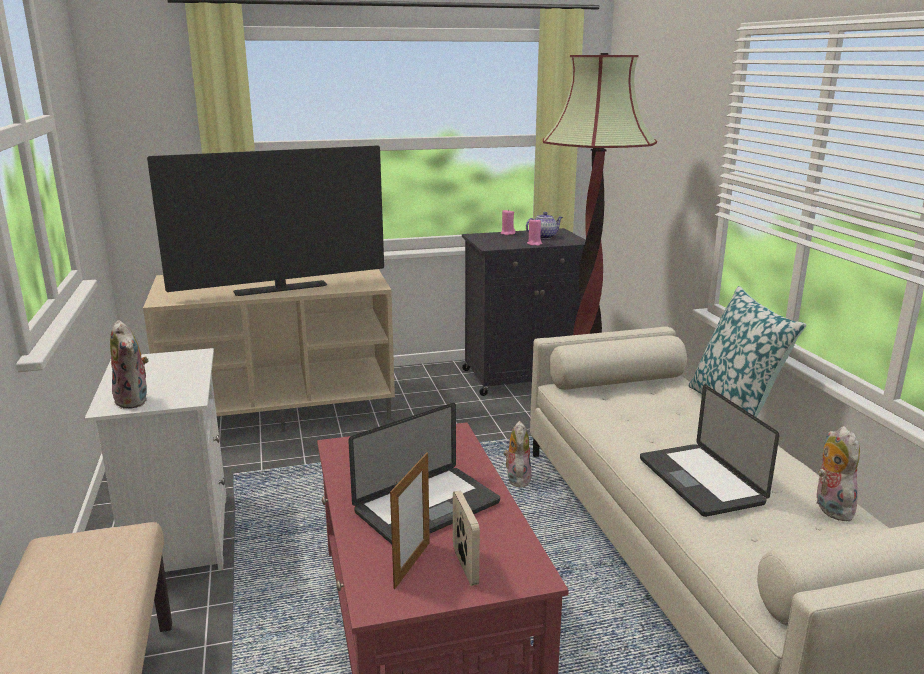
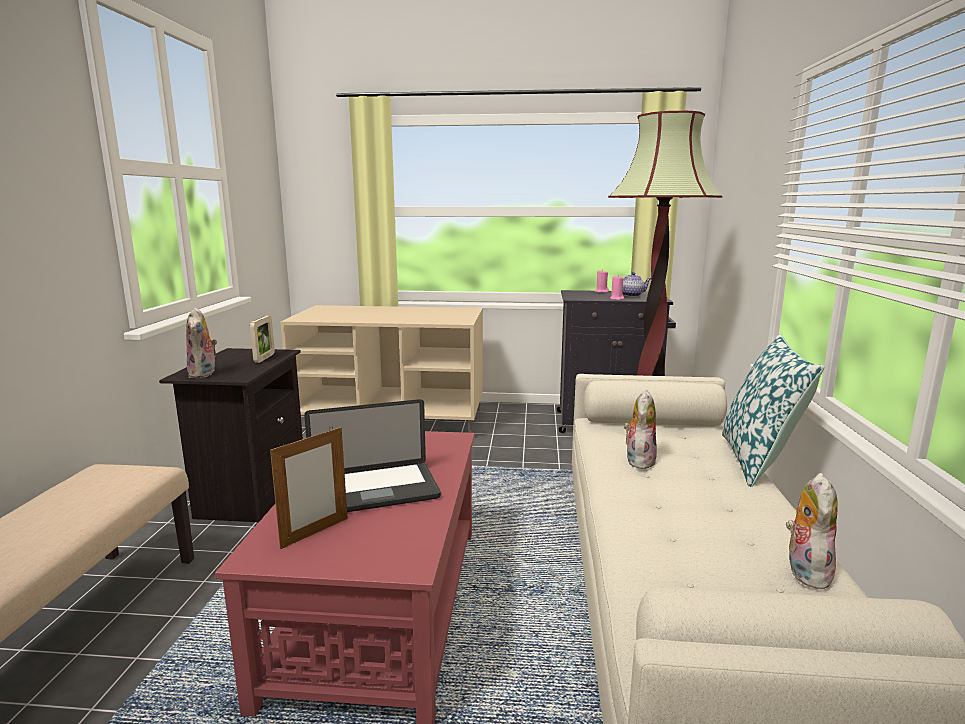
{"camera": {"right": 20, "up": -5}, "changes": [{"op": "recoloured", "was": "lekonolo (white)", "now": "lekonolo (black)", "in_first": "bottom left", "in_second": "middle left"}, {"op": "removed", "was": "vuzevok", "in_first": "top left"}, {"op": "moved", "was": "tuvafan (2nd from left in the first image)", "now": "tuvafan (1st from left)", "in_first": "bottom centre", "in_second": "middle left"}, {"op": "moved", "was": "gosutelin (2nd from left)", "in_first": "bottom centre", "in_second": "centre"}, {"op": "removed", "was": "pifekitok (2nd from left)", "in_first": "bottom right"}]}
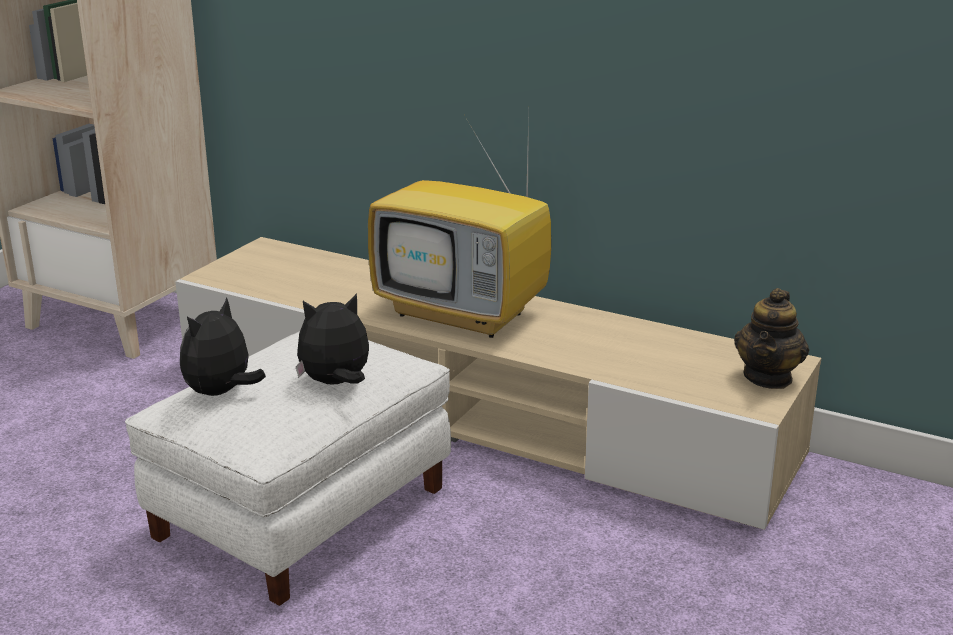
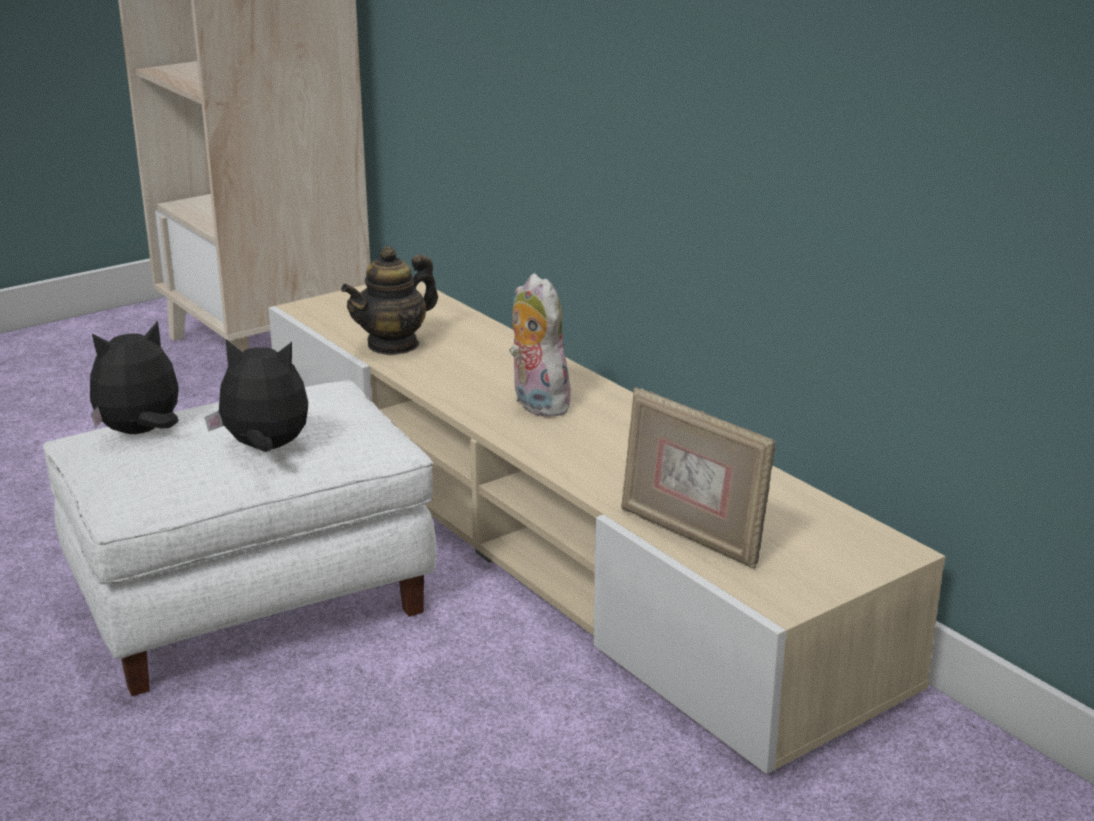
{"camera": {"right": 25, "up": 0}, "changes": [{"op": "replaced", "was": "vuzevok", "now": "gosutelin (3rd from left)", "in_first": "centre", "in_second": "centre"}, {"op": "moved", "was": "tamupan", "in_first": "middle right", "in_second": "centre"}, {"op": "added", "now": "tuvafan", "in_second": "centre"}]}
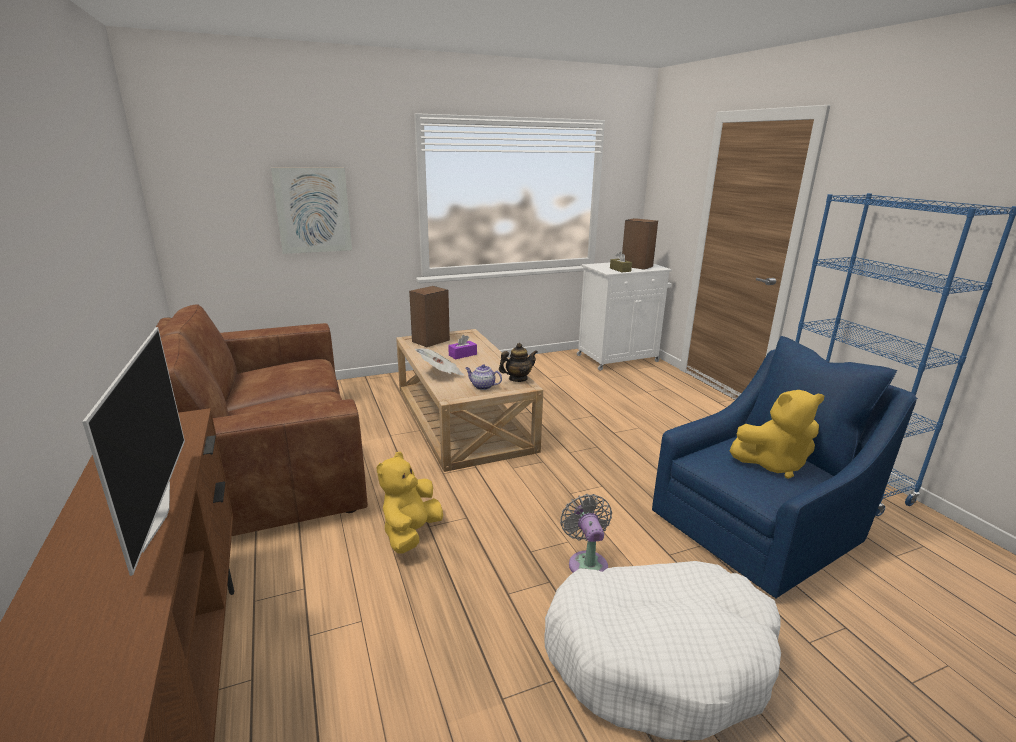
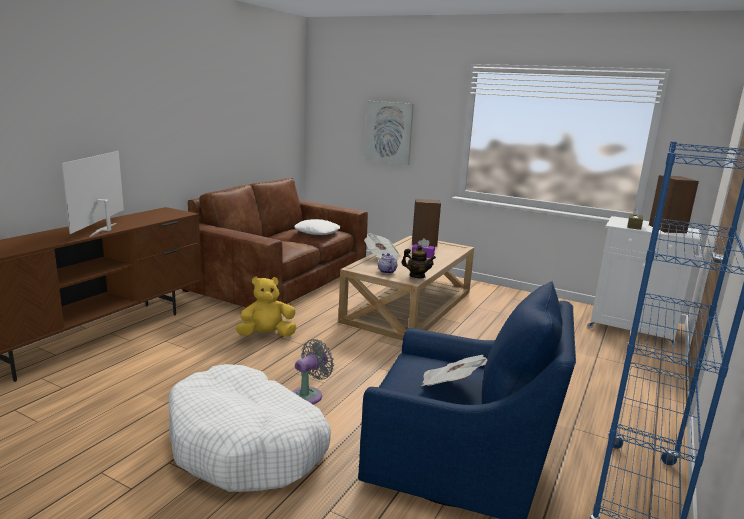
{"camera": {"right": 50, "up": -5}, "changes": [{"op": "turned", "was": "vuzevok", "in_first": "middle left", "in_second": "middle left", "clockwise": 150}, {"op": "replaced", "was": "gosutelin (yellow) (2nd from left)", "now": "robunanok (2nd from left)", "in_first": "middle right", "in_second": "bottom centre"}, {"op": "added", "now": "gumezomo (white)", "in_second": "centre"}]}
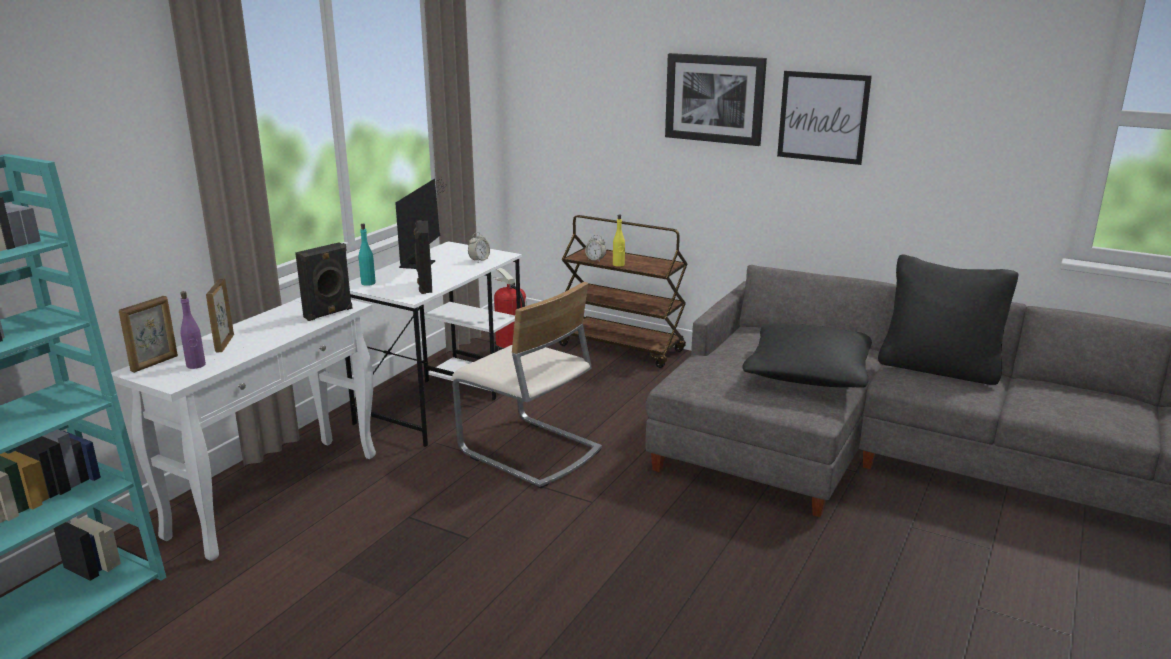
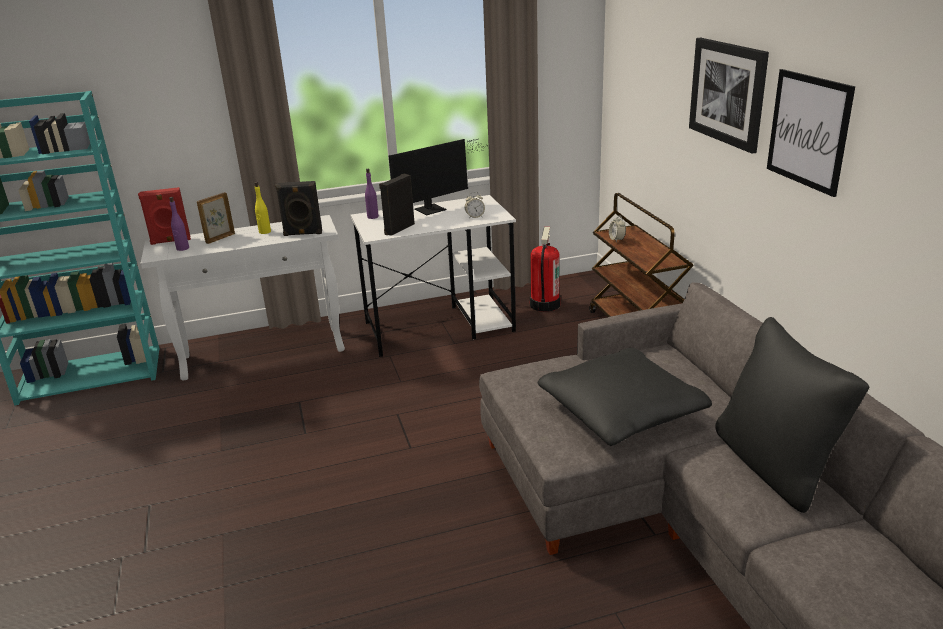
{"camera": {"right": 45, "up": 5}, "changes": [{"op": "replaced", "was": "tuvafan (1st from left)", "now": "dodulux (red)", "in_first": "middle left", "in_second": "middle left"}, {"op": "recoloured", "was": "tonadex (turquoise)", "now": "tonadex (purple) (2nd from left)", "in_first": "middle left", "in_second": "top centre"}, {"op": "removed", "was": "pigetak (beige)", "in_first": "centre"}, {"op": "moved", "was": "tonadex (yellow)", "in_first": "centre", "in_second": "top left"}]}
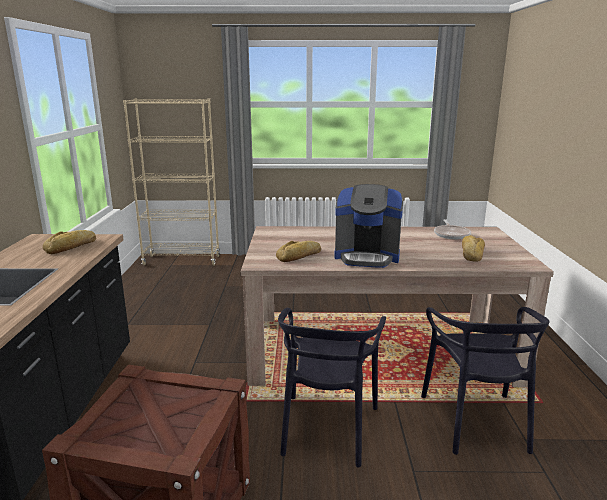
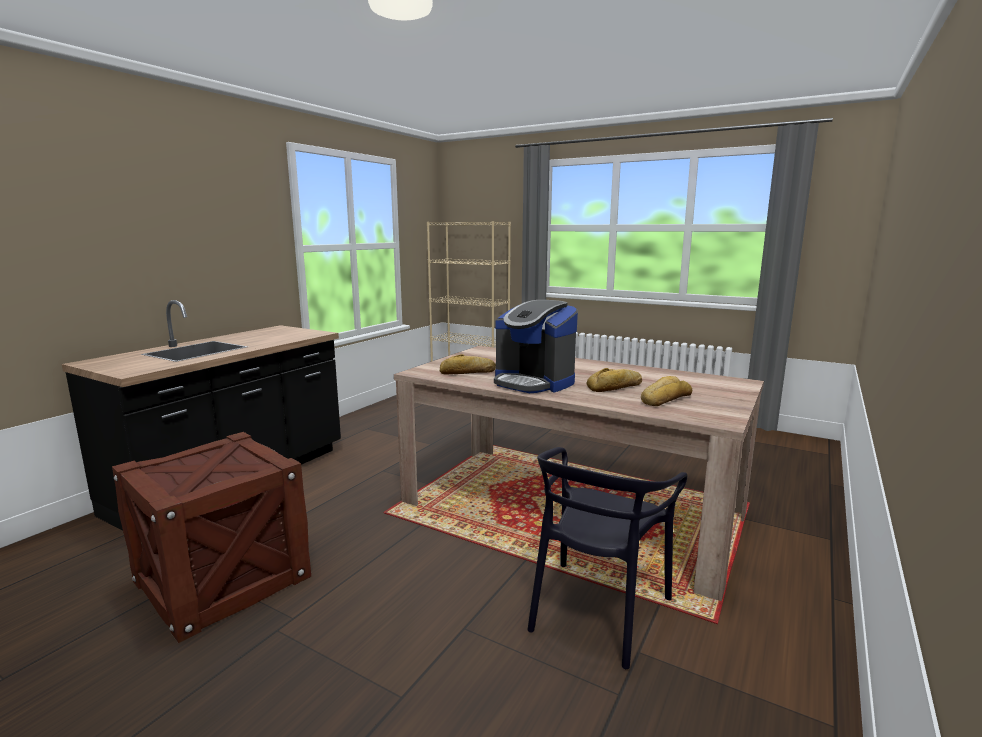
{"camera": {"right": 30, "up": -5}, "changes": [{"op": "moved", "was": "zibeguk (1st from left in the first image)", "now": "zibeguk (2nd from left)", "in_first": "middle left", "in_second": "centre"}, {"op": "removed", "was": "pigetak (black) (1st from left)", "in_first": "bottom centre"}, {"op": "removed", "was": "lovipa", "in_first": "middle right"}]}
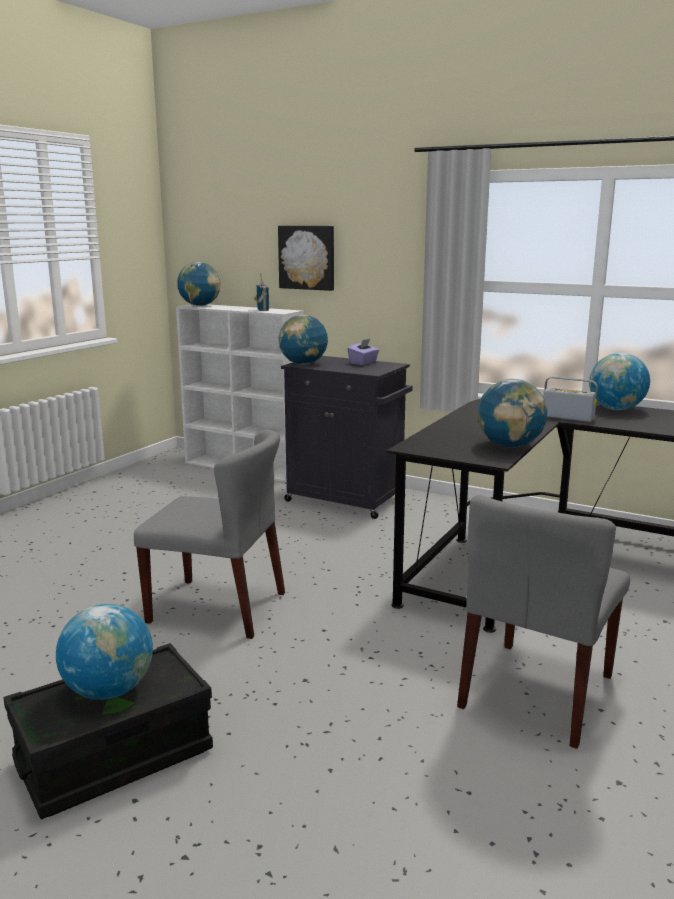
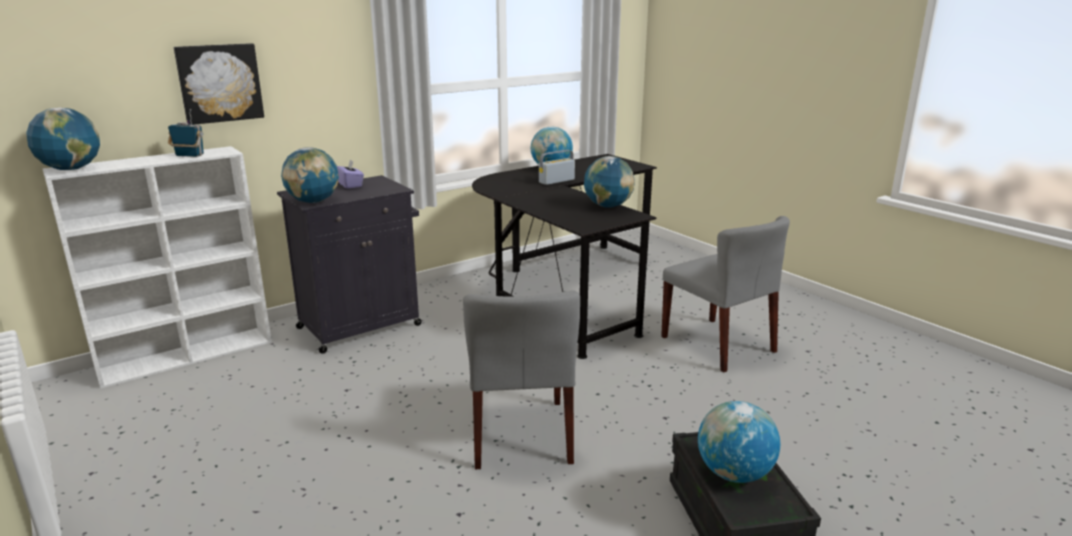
{"camera": {"right": -65, "up": 5}, "changes": [{"op": "turned", "was": "pigetak (grey) (1st from left)", "in_first": "middle left", "in_second": "bottom centre", "clockwise": 135}]}
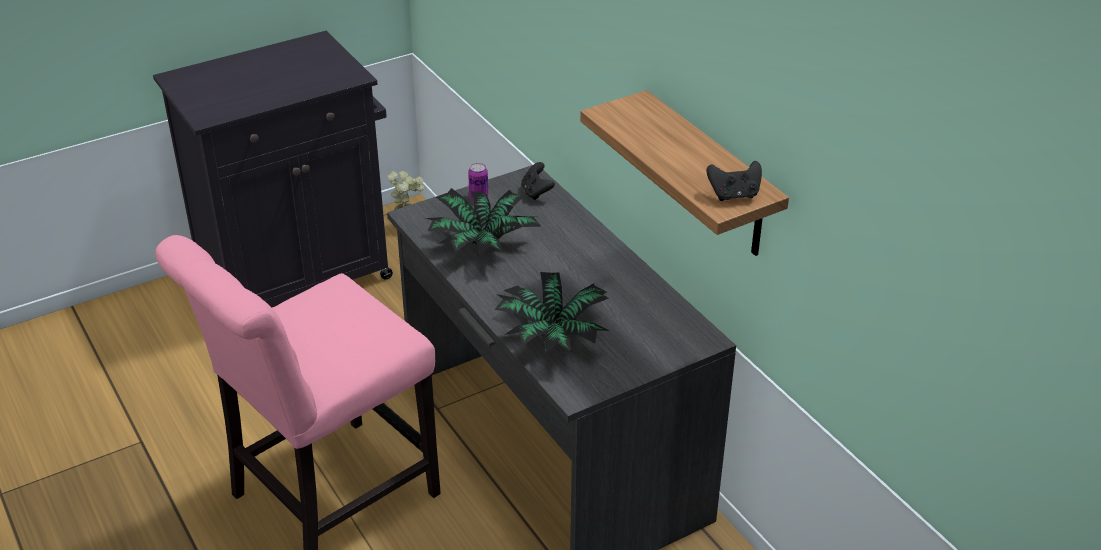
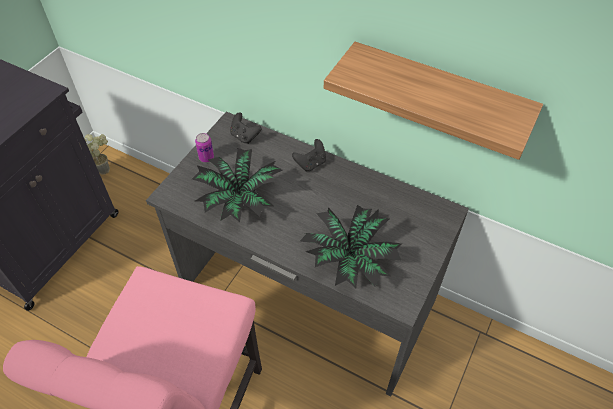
{"camera": {"right": -30, "up": 15}, "changes": [{"op": "moved", "was": "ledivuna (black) (2nd from left)", "in_first": "top right", "in_second": "centre"}]}
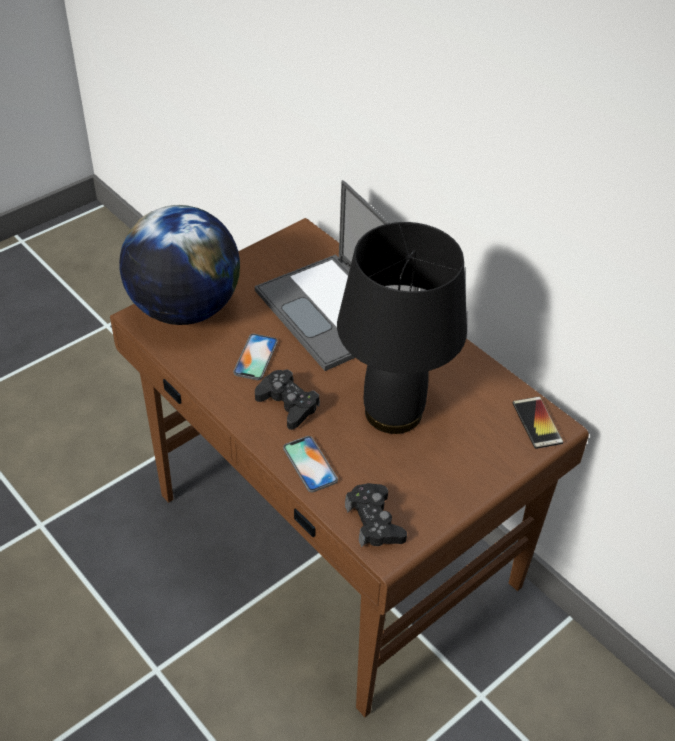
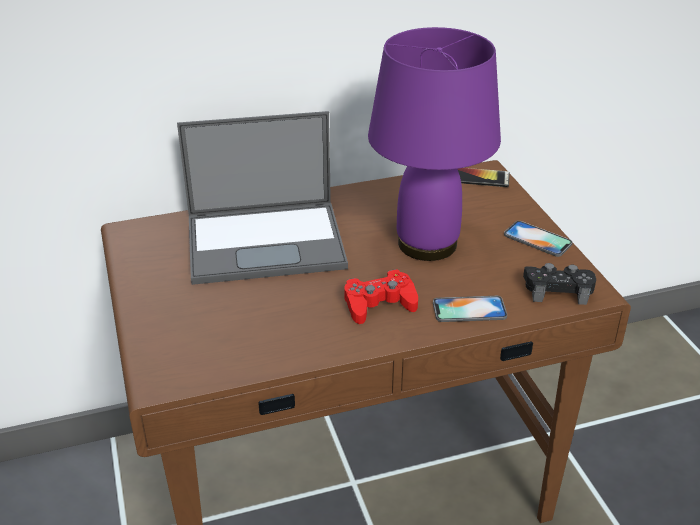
{"camera": {"right": -65, "up": -10}, "changes": [{"op": "removed", "was": "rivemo", "in_first": "middle left"}, {"op": "moved", "was": "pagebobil (1st from left in the first image)", "now": "pagebobil (3rd from left)", "in_first": "centre", "in_second": "middle right"}, {"op": "recoloured", "was": "ledivuna (black) (1st from left)", "now": "ledivuna (red)", "in_first": "centre", "in_second": "centre"}, {"op": "recoloured", "was": "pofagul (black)", "now": "pofagul (purple)", "in_first": "centre", "in_second": "top centre"}]}
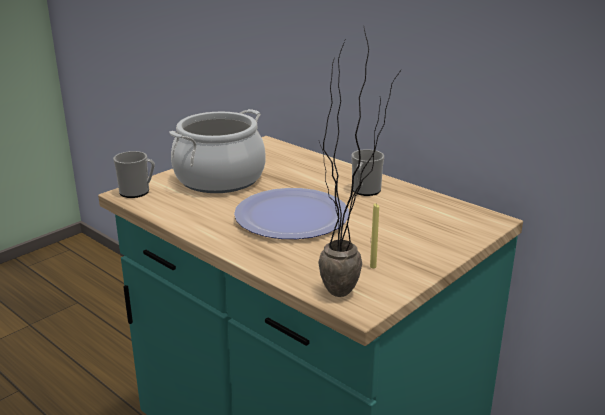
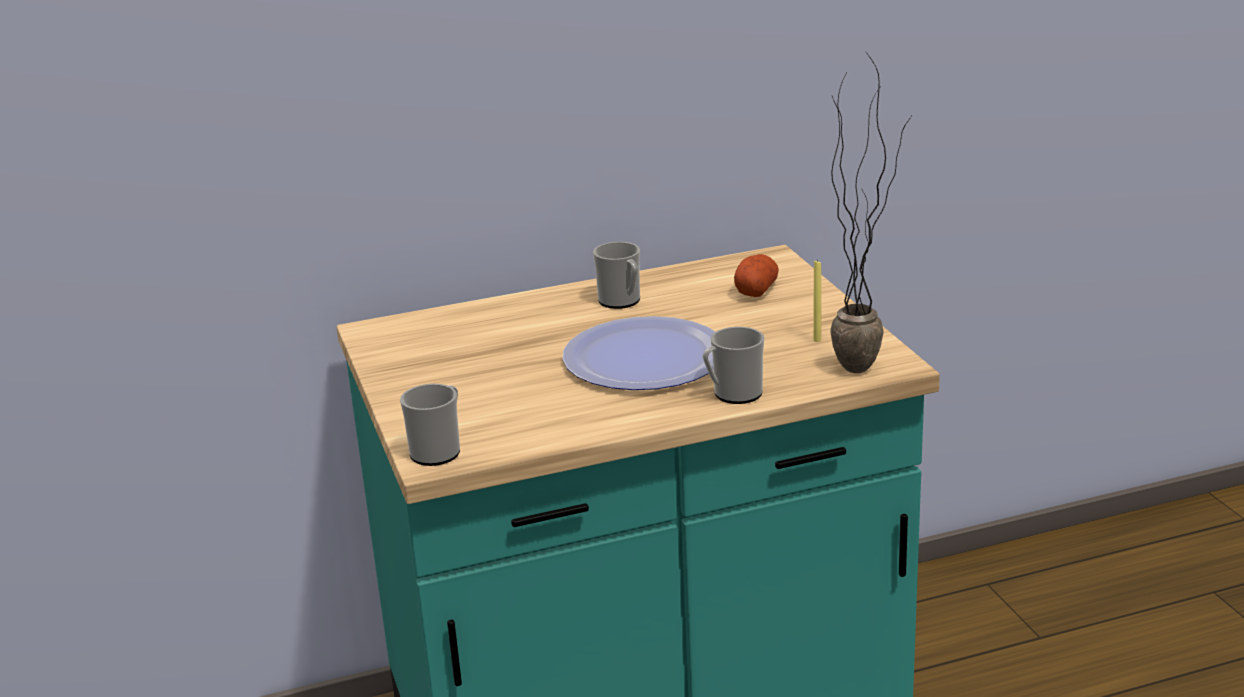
{"camera": {"right": -60, "up": 0}, "changes": [{"op": "removed", "was": "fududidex", "in_first": "centre"}, {"op": "added", "now": "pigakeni (3rd from left)", "in_second": "centre"}, {"op": "added", "now": "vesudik", "in_second": "centre"}]}
